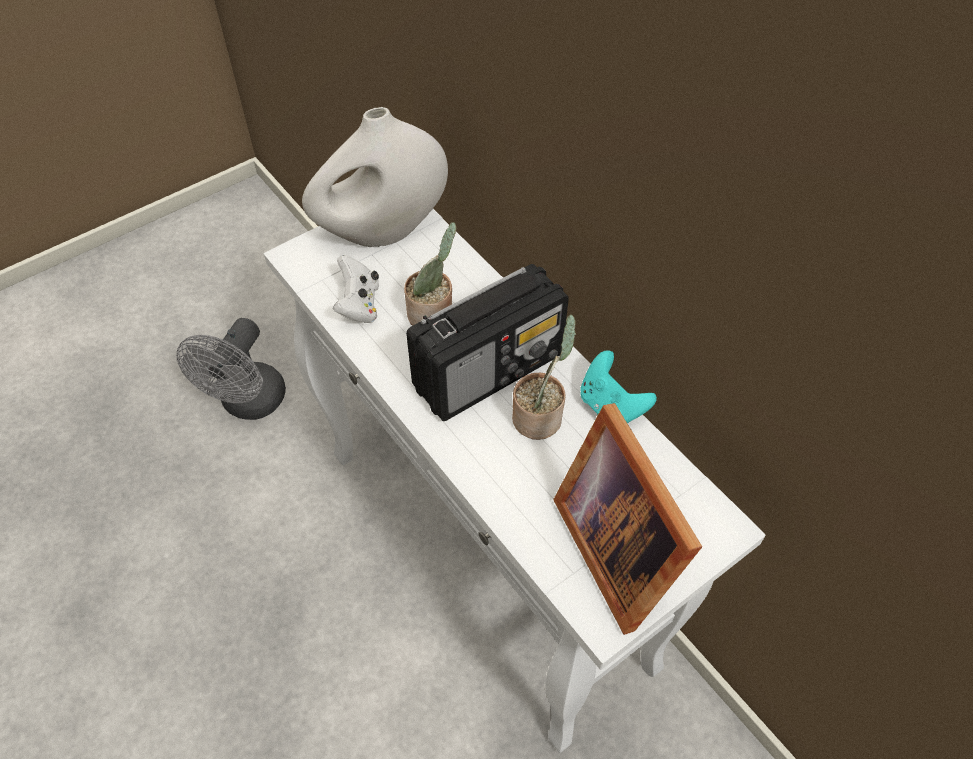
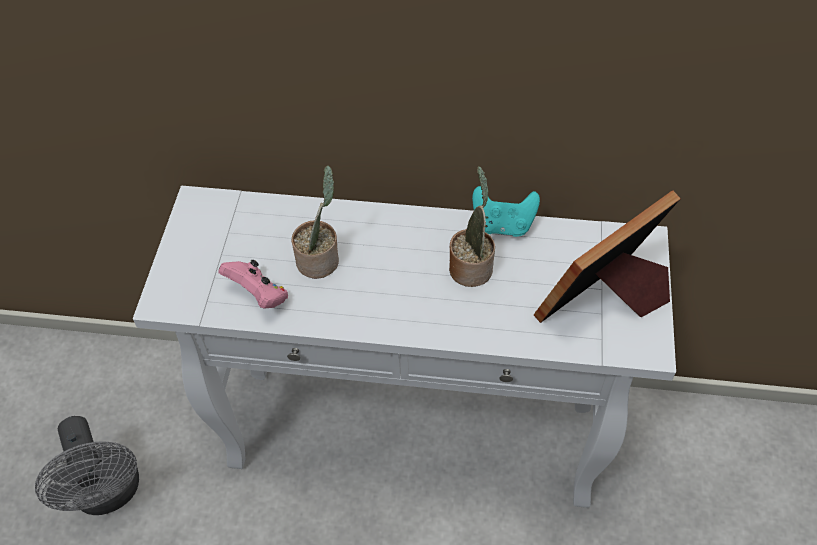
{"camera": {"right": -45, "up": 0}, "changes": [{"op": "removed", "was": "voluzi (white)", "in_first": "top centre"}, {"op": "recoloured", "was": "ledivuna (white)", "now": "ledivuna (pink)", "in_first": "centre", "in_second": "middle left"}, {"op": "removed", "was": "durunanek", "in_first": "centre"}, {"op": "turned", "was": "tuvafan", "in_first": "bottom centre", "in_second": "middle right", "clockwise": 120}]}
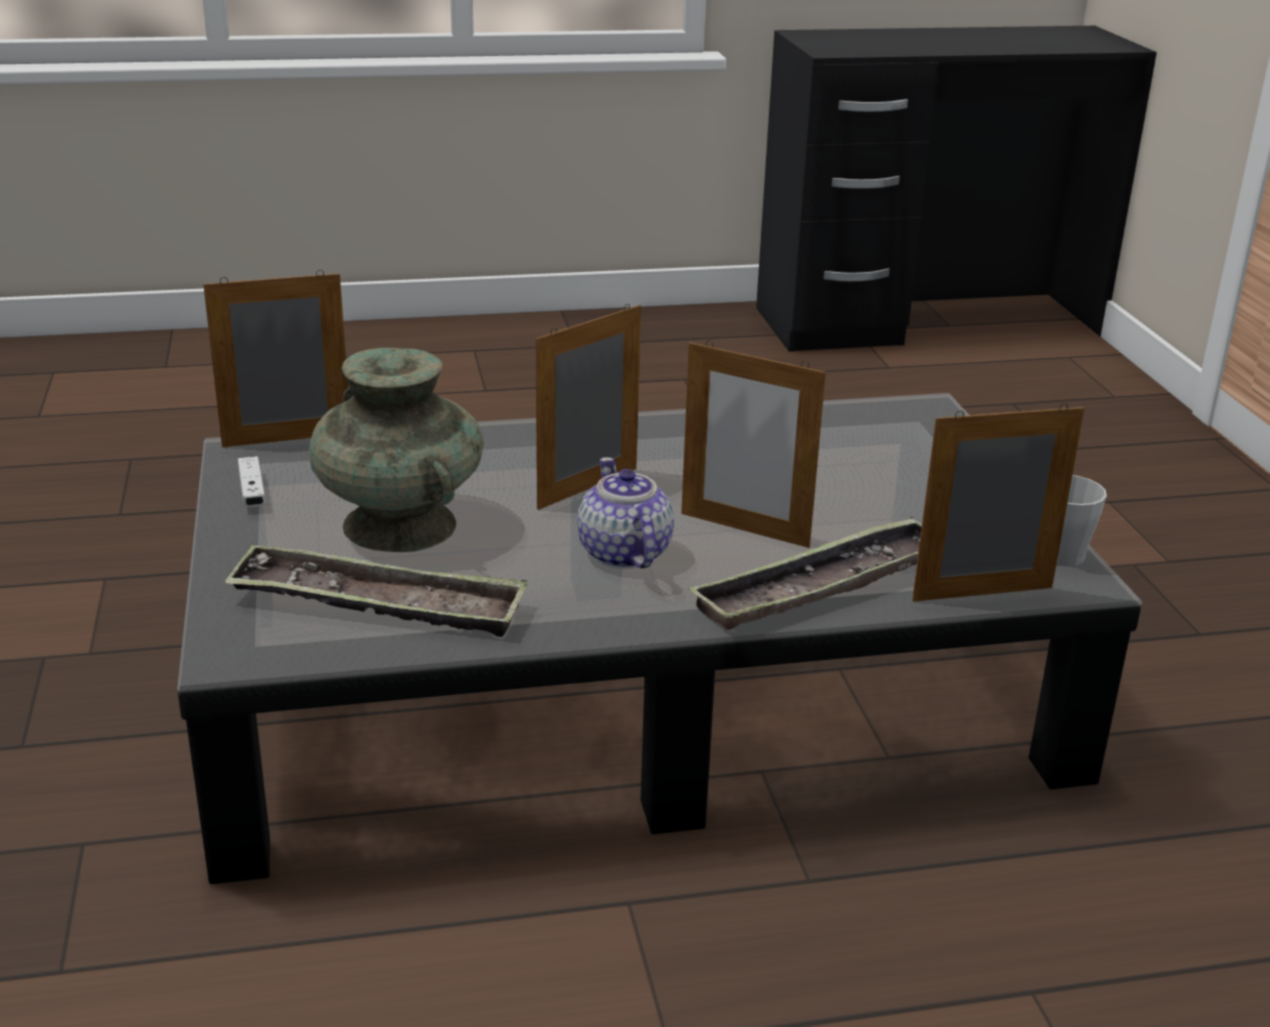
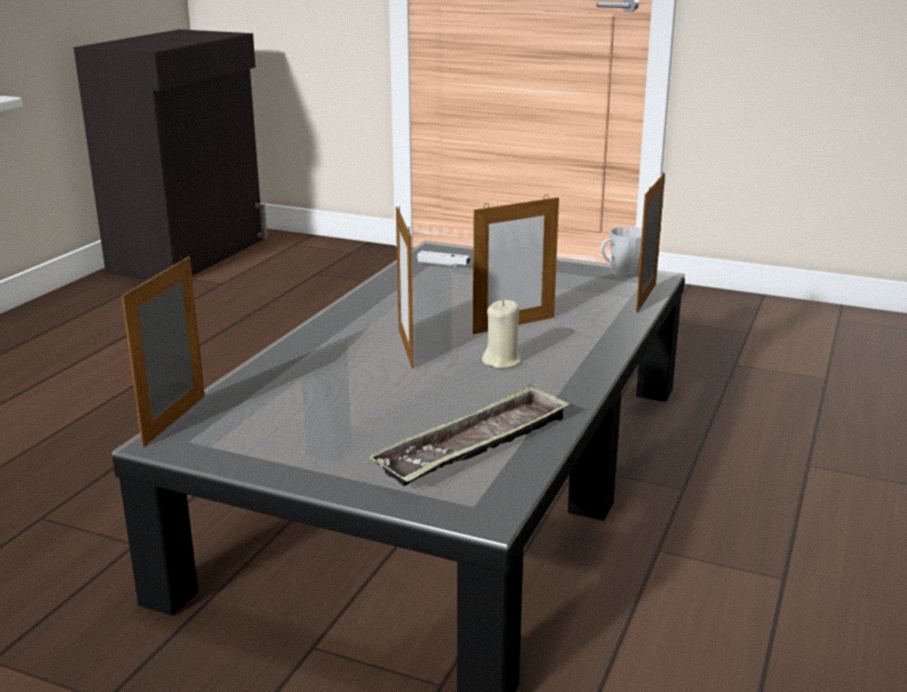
{"camera": {"right": -55, "up": -5}, "changes": [{"op": "moved", "was": "ledivuna (white)", "in_first": "middle left", "in_second": "centre"}, {"op": "removed", "was": "voluzi (turquoise)", "in_first": "middle left"}, {"op": "replaced", "was": "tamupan", "now": "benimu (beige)", "in_first": "centre", "in_second": "centre"}, {"op": "removed", "was": "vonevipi (2nd from left)", "in_first": "centre"}, {"op": "replaced", "was": "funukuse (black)", "now": "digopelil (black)", "in_first": "top right", "in_second": "top left"}]}
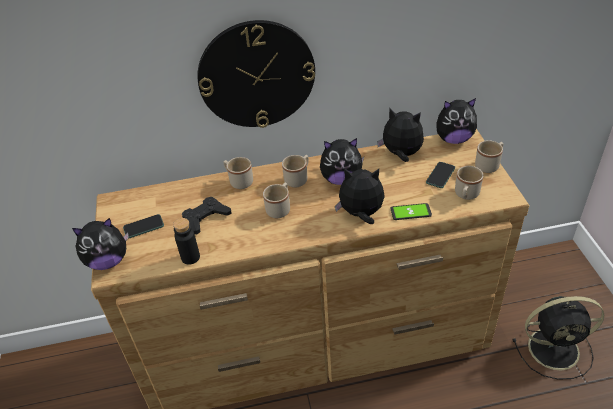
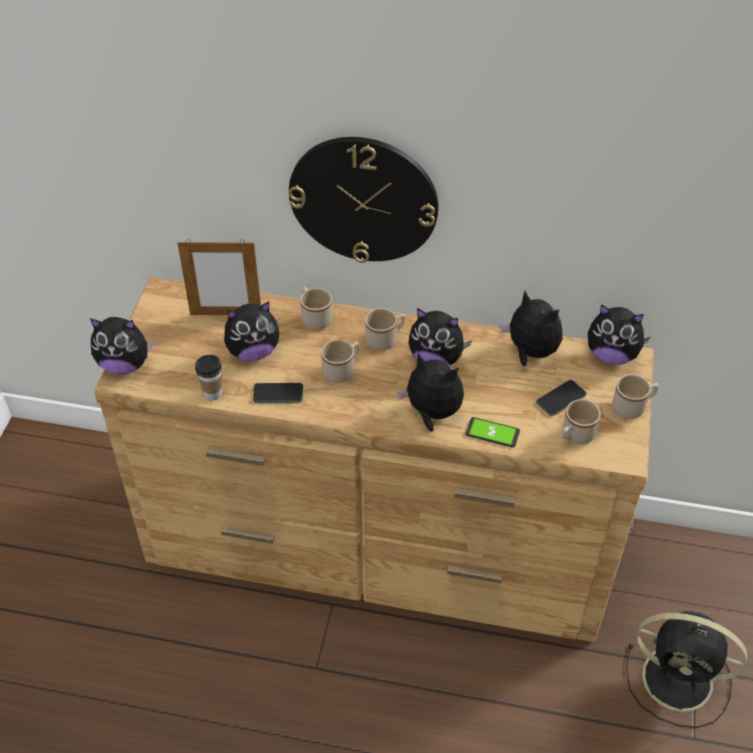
{"camera": {"right": 20, "up": 5}, "changes": [{"op": "moved", "was": "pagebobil (1st from left)", "in_first": "middle left", "in_second": "centre"}, {"op": "replaced", "was": "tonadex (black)", "now": "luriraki", "in_first": "middle left", "in_second": "middle left"}, {"op": "replaced", "was": "ledivuna (black)", "now": "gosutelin (2nd from left)", "in_first": "centre", "in_second": "centre"}, {"op": "added", "now": "tuvafan", "in_second": "middle left"}]}
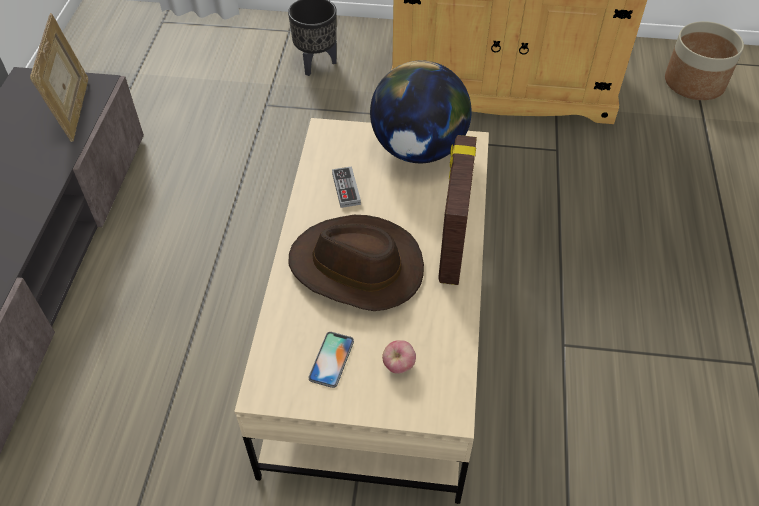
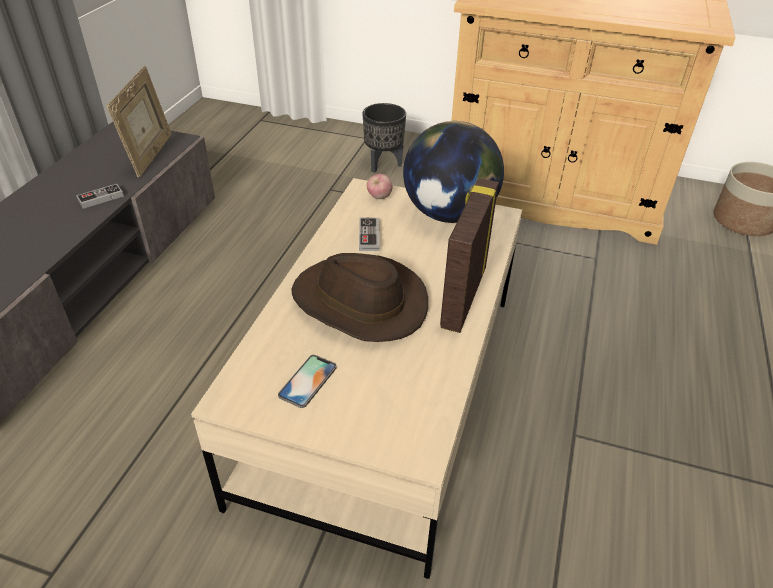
{"camera": {"right": 10, "up": -10}, "changes": [{"op": "moved", "was": "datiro", "in_first": "bottom centre", "in_second": "top centre"}, {"op": "added", "now": "ledivuna (1st from left)", "in_second": "middle left"}]}
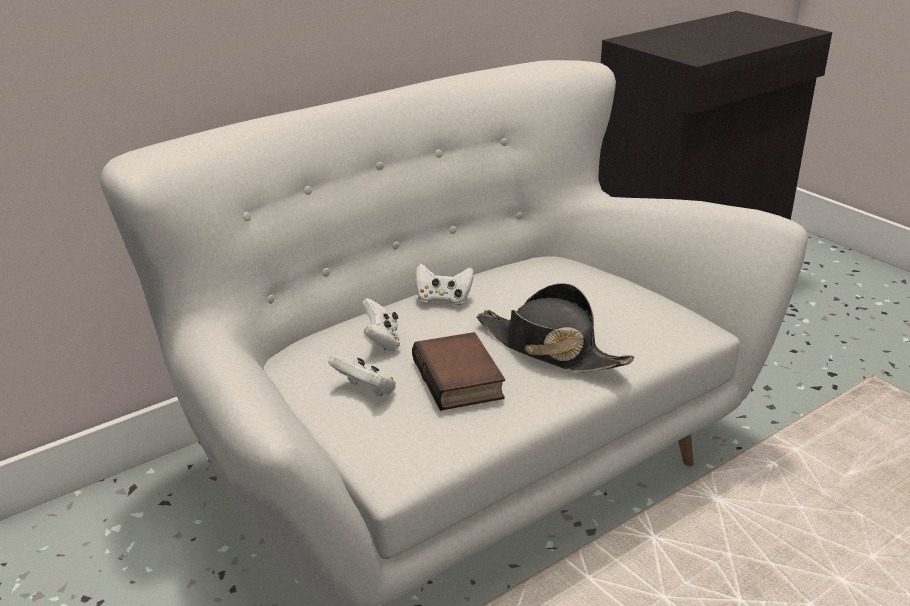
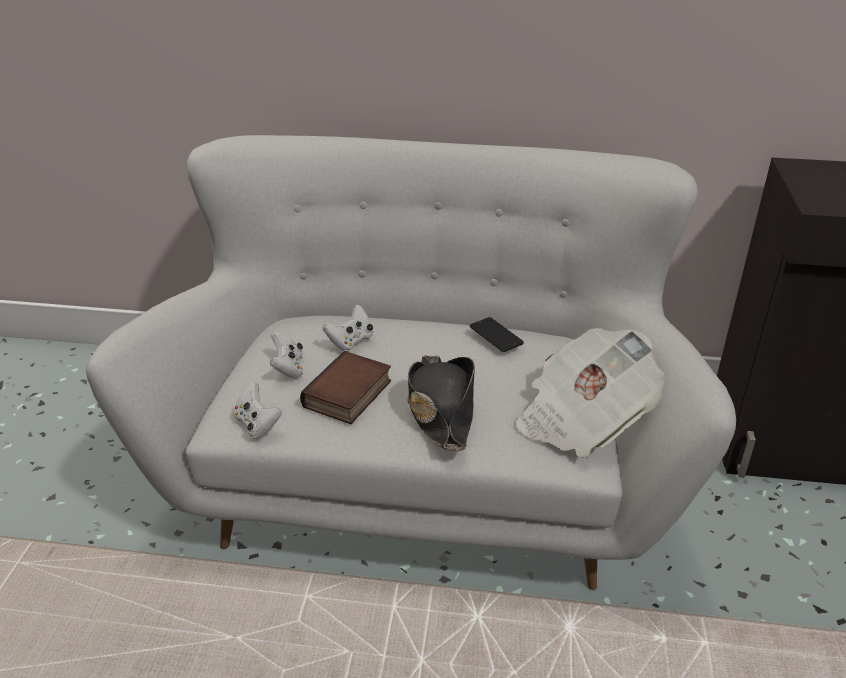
{"camera": {"right": 45, "up": 5}, "changes": [{"op": "moved", "was": "ledivuna (white) (3rd from left in the first image)", "now": "ledivuna (white) (1st from left)", "in_first": "centre", "in_second": "middle left"}, {"op": "added", "now": "pagebobil", "in_second": "centre"}, {"op": "added", "now": "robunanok", "in_second": "middle right"}]}
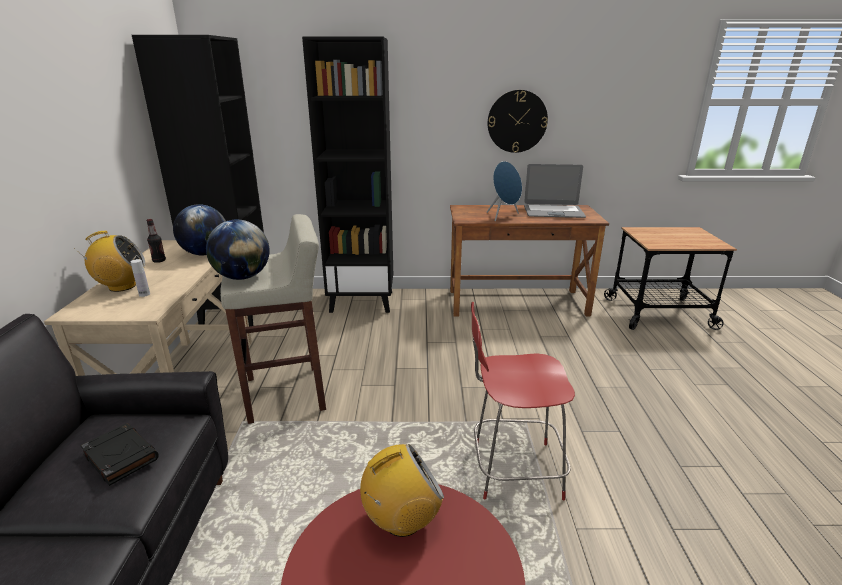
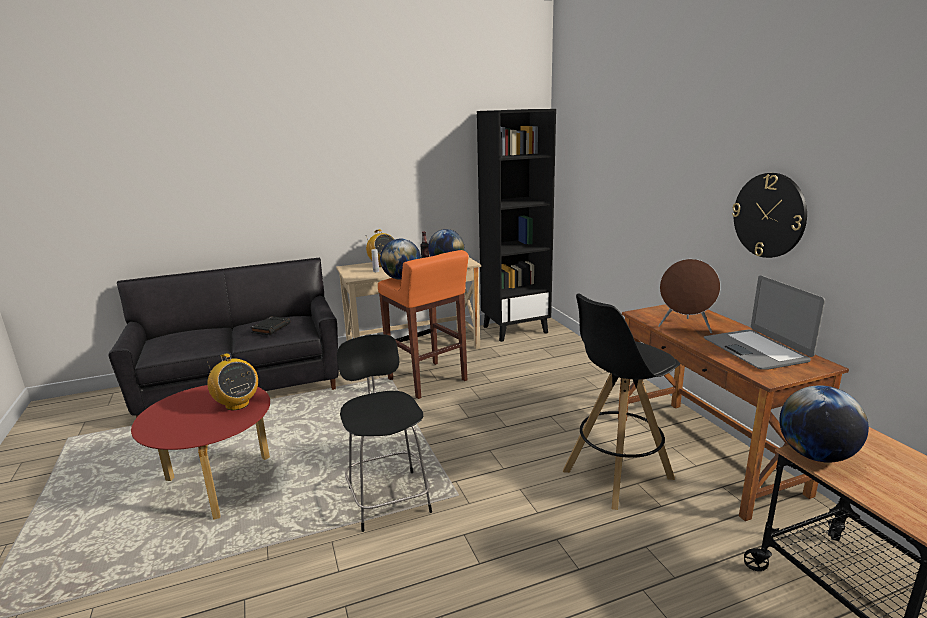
{"camera": {"right": 70, "up": -5}, "changes": [{"op": "recoloured", "was": "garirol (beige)", "now": "garirol (orange)", "in_first": "middle left", "in_second": "centre"}, {"op": "removed", "was": "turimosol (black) (2nd from left)", "in_first": "top centre"}, {"op": "recoloured", "was": "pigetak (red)", "now": "pigetak (black)", "in_first": "bottom centre", "in_second": "bottom centre"}, {"op": "recoloured", "was": "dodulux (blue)", "now": "dodulux (brown)", "in_first": "top centre", "in_second": "middle right"}, {"op": "added", "now": "garirol (black)", "in_second": "middle right"}, {"op": "added", "now": "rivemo (3rd from left)", "in_second": "bottom right"}]}
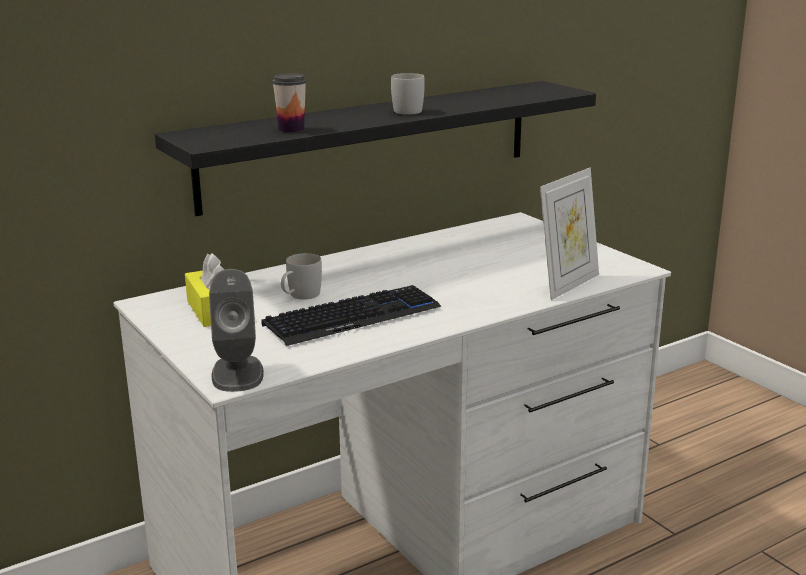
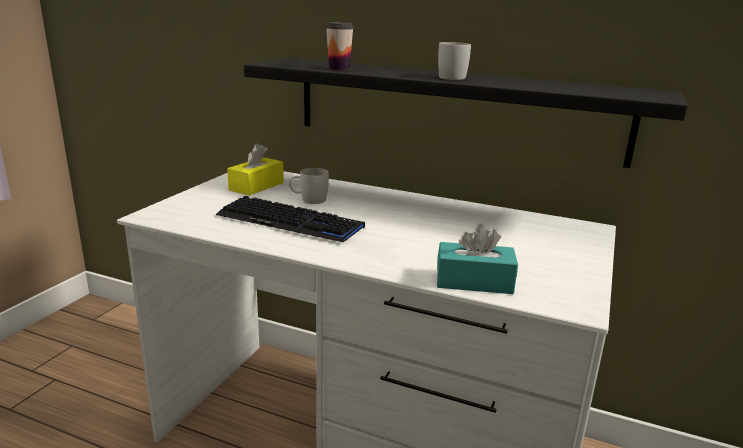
{"camera": {"right": 55, "up": 0}, "changes": [{"op": "removed", "was": "dodulux (grey)", "in_first": "middle left"}, {"op": "replaced", "was": "tuvafan", "now": "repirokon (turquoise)", "in_first": "middle right", "in_second": "centre"}]}
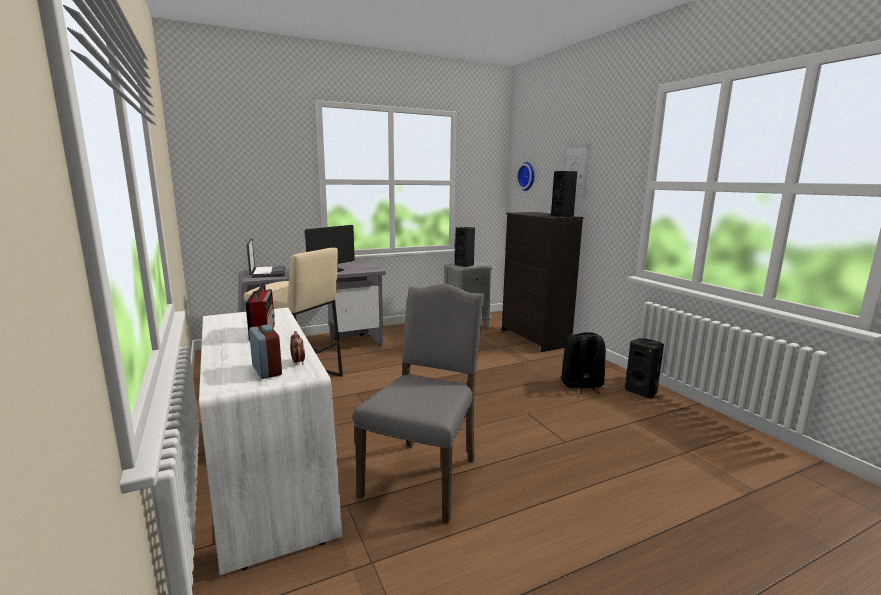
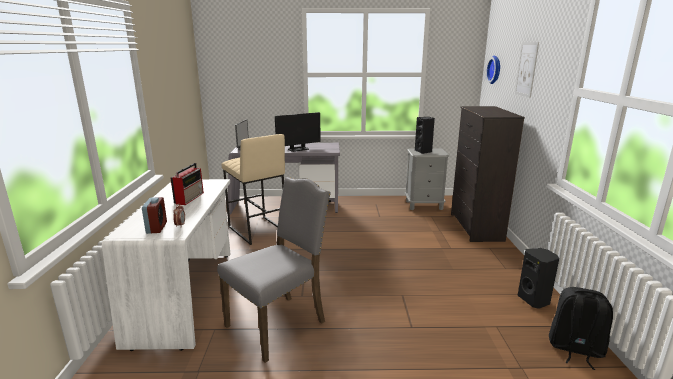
{"camera": {"right": 25, "up": 5}, "changes": [{"op": "removed", "was": "dodulux (black) (2nd from left)", "in_first": "top centre"}, {"op": "moved", "was": "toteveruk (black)", "in_first": "centre", "in_second": "bottom right"}]}
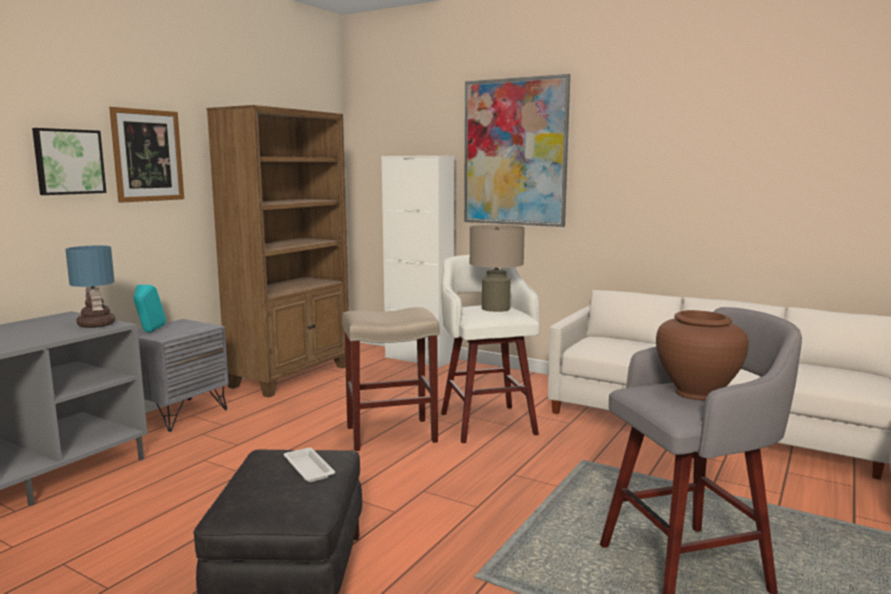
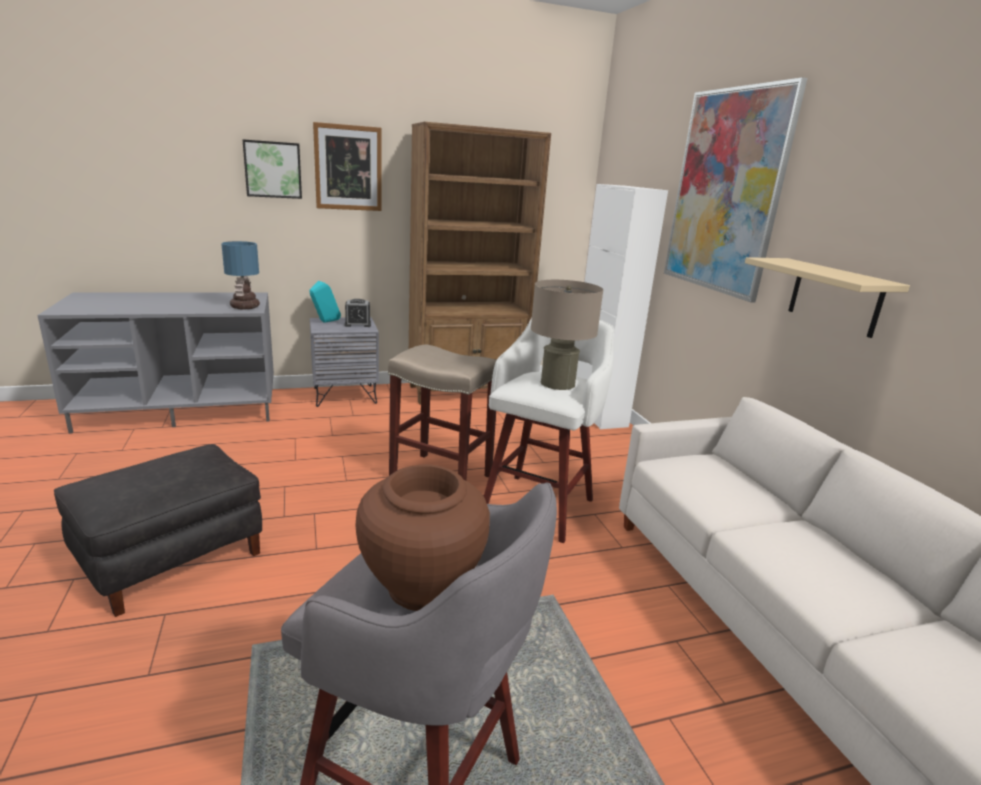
{"camera": {"right": 40, "up": 10}, "changes": [{"op": "removed", "was": "vonevipi (white)", "in_first": "bottom centre"}, {"op": "added", "now": "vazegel", "in_second": "centre"}, {"op": "added", "now": "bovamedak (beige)", "in_second": "middle right"}]}
